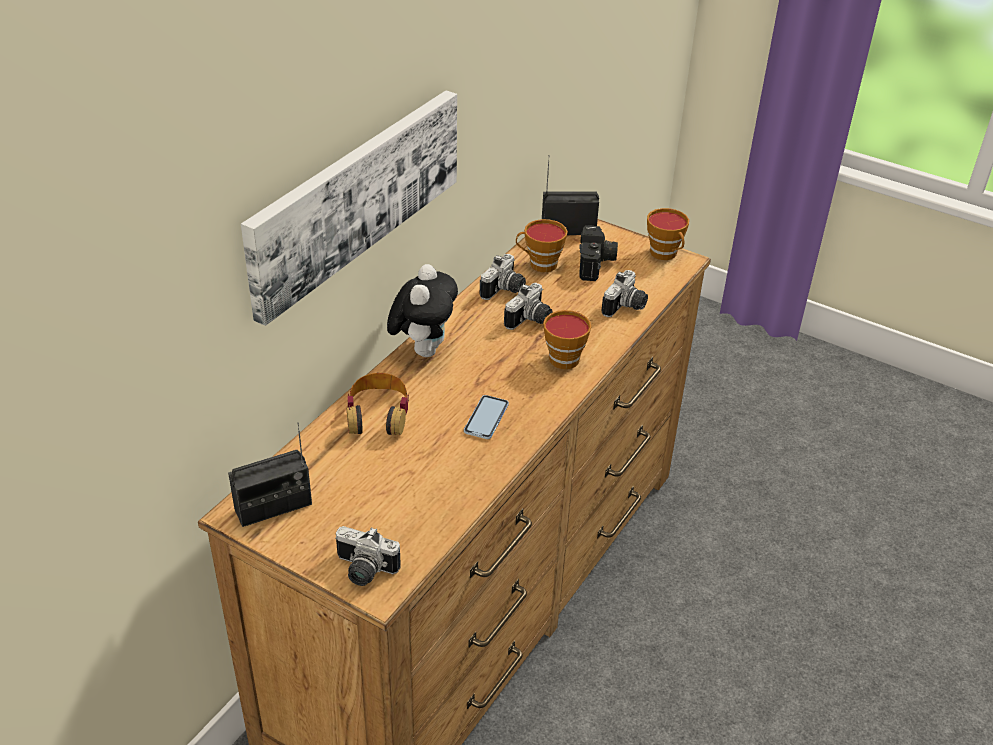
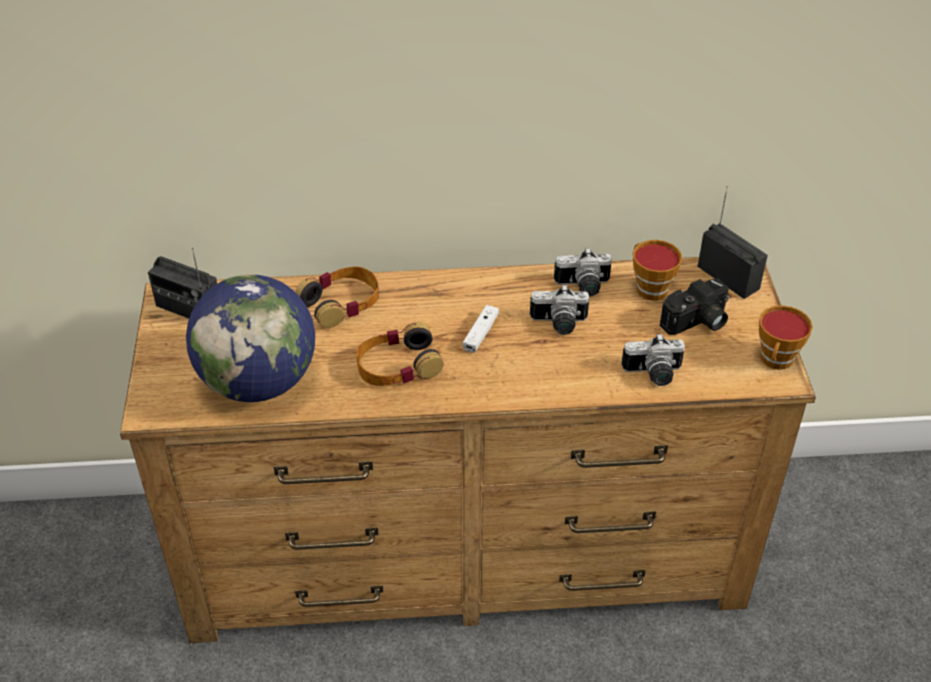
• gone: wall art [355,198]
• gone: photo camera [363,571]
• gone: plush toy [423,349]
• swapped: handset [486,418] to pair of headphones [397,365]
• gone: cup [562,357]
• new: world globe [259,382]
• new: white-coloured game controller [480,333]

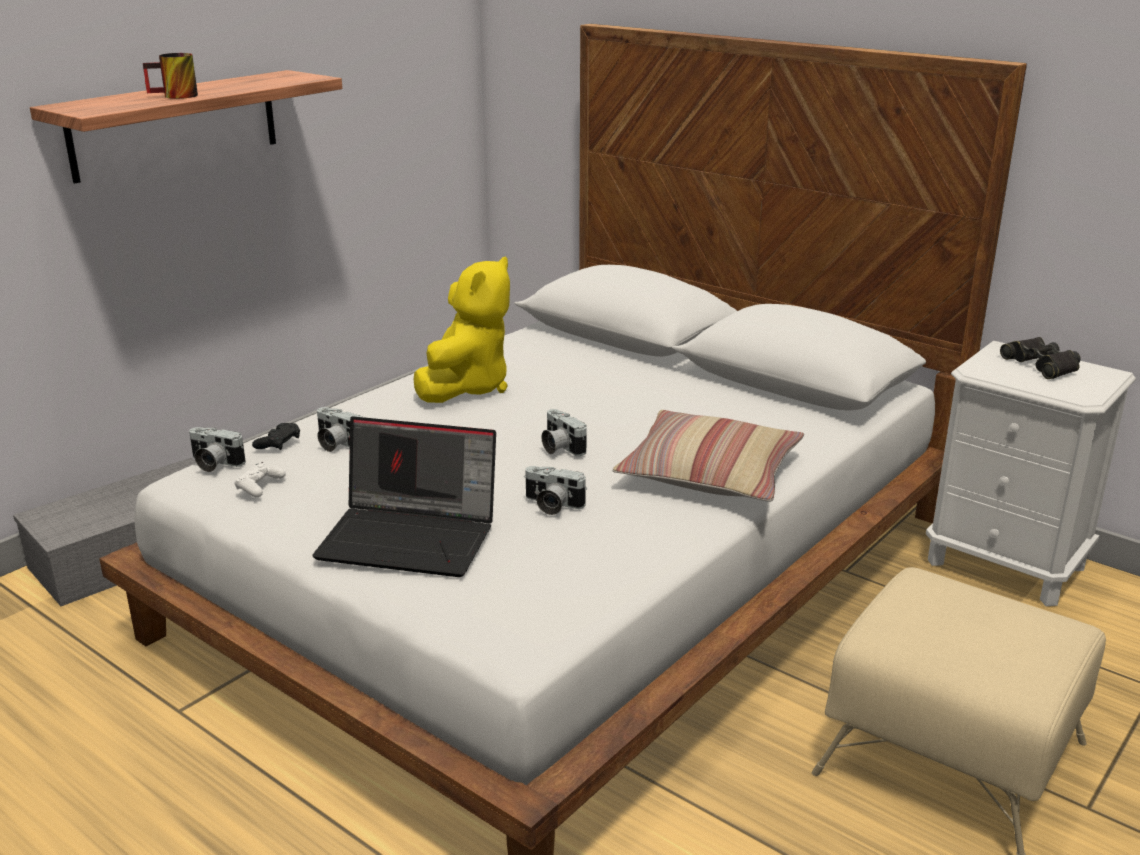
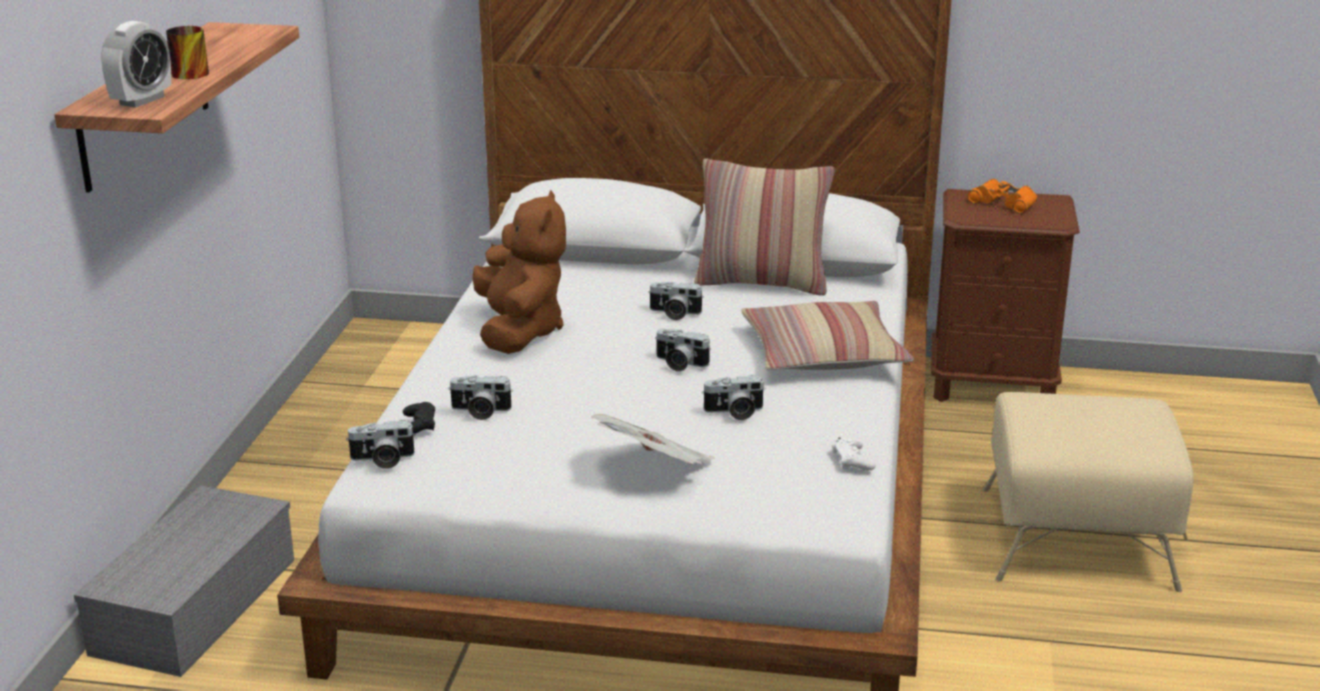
• shifted: white-coloured game controller [259,485] to [852,460]
• swapped: notebook computer [412,537] to newspaper [655,469]
• repainted: yellowish plush toy [466,387] to brownish plush toy [519,332]
• repainted: white-coloured bedside table [1006,565] to brownish bedside table [993,385]
• repainted: blackish field glasses [1041,365] to orangey field glasses [1004,203]
• new: table clock [142,100]
• new: photo camera [674,313]
• new: pillow [762,283]

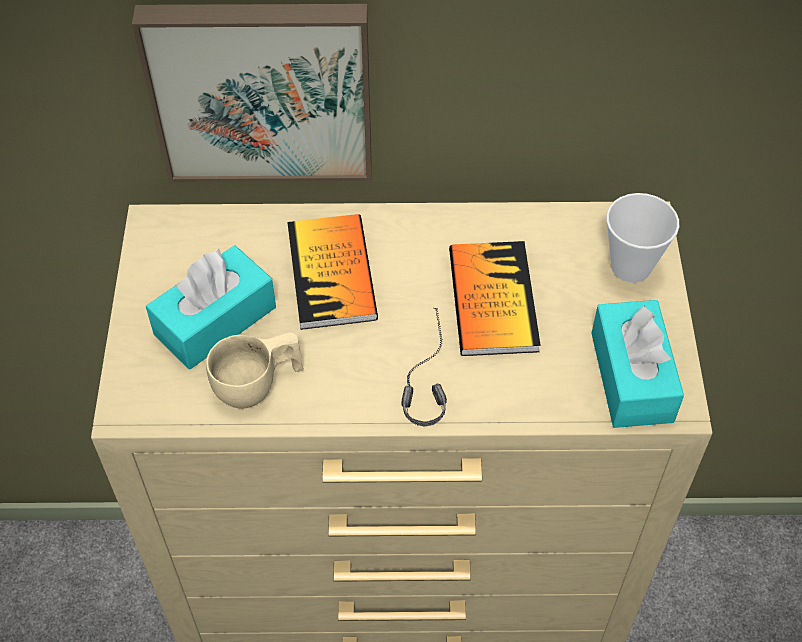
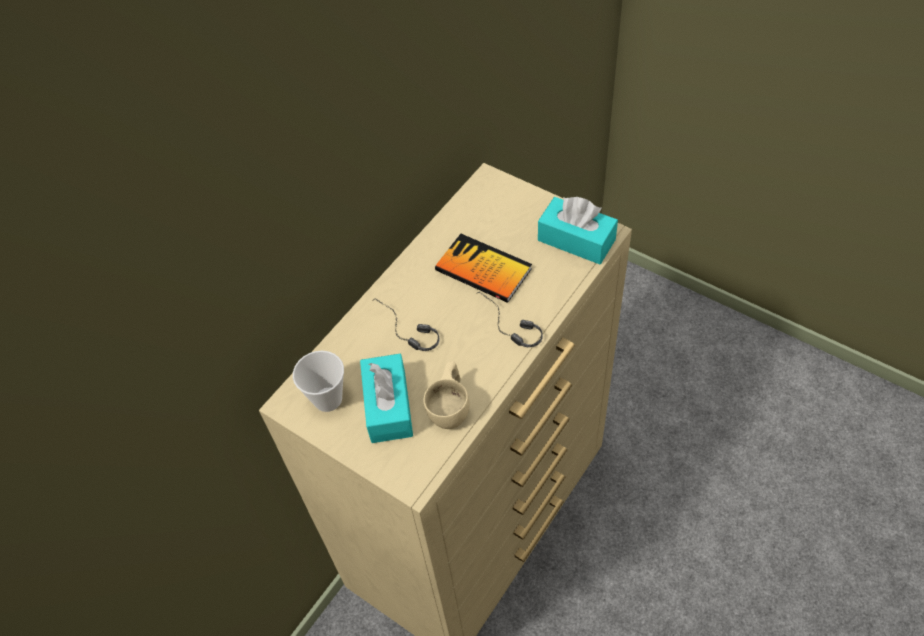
• gone: wall art [262,89]
• swapped: book [332,273] to pair of headphones [403,332]
• shifted: cup [631,267] to [328,399]

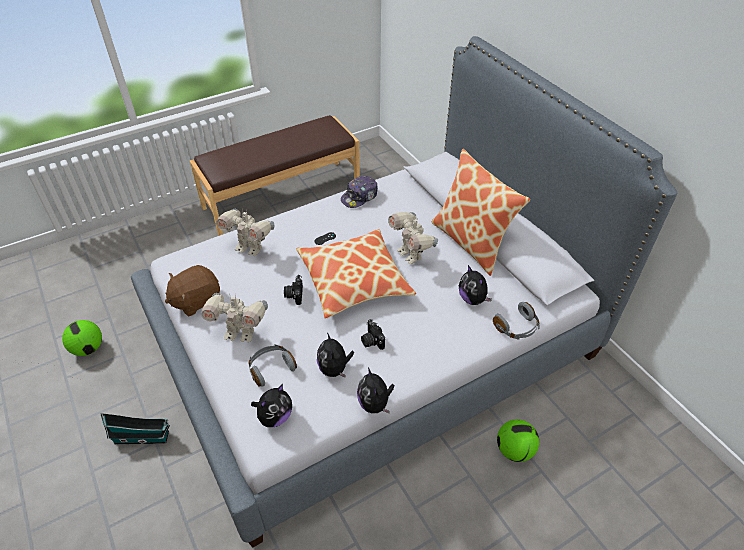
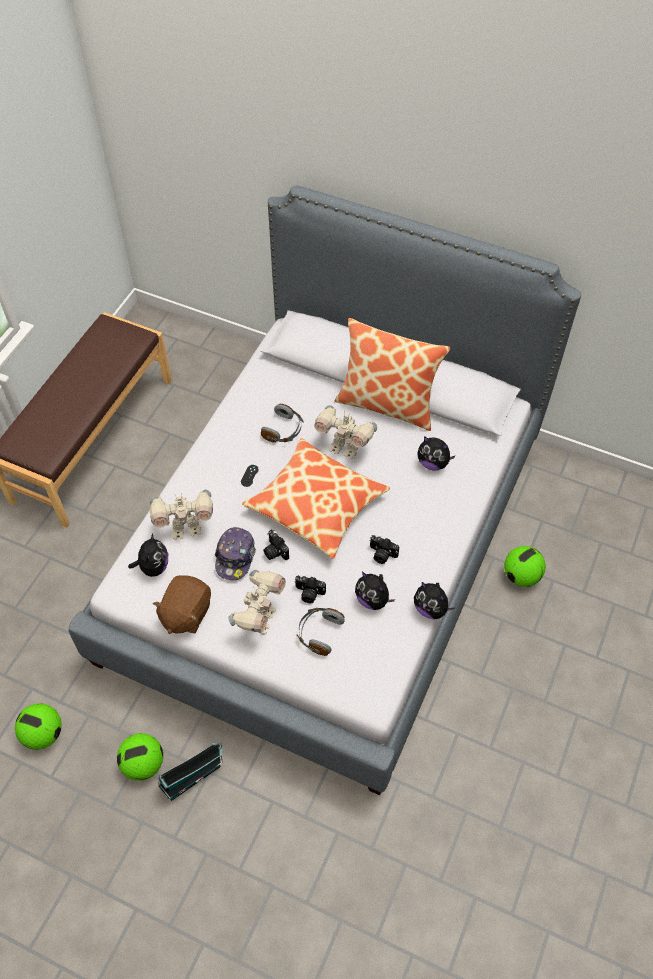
• rotated: robot figure [240,333] = [260,619] 45 degrees counterclockwise
• shifted: plush toy [275,417] to [153,567]
• shifted: baseball cap [360,197] to [235,557]
• shifted: gray pair of headphones [517,327] to [284,430]
• new: football [143,764]
• new: photo camera [309,593]

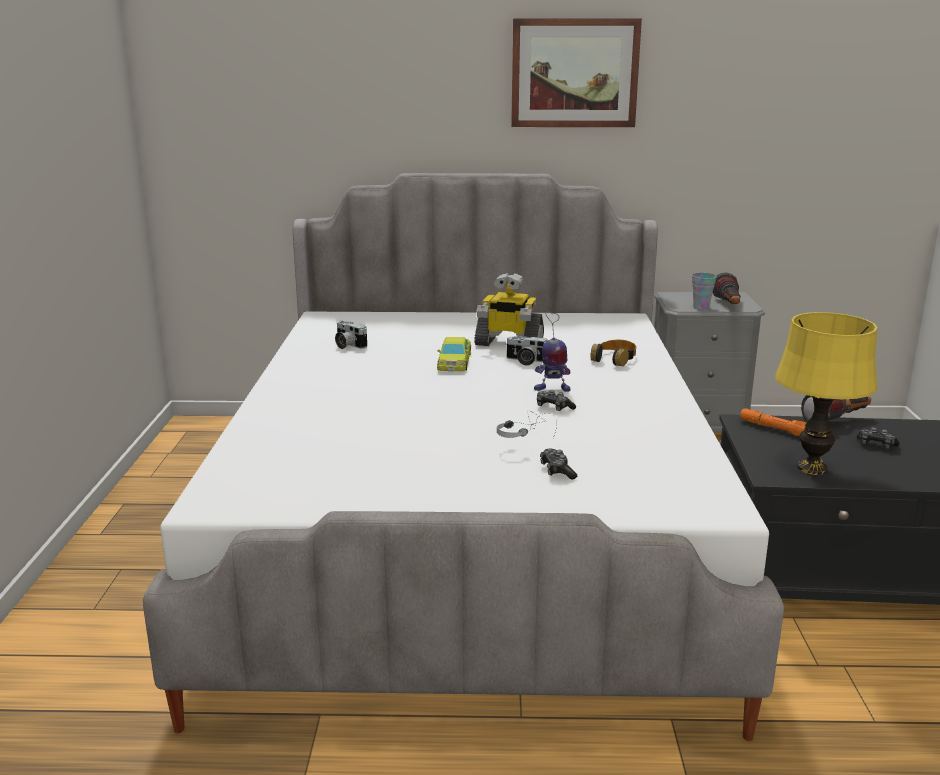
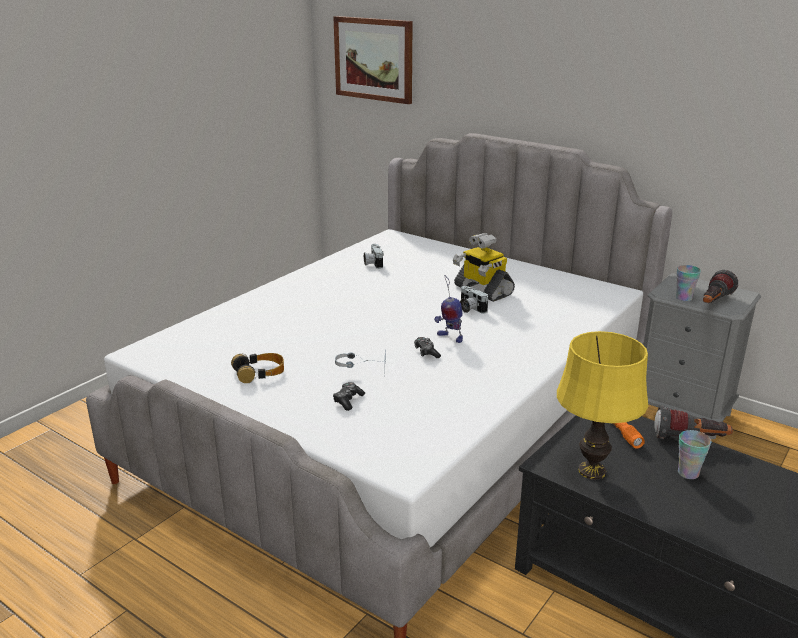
• gone: yellowish toy car [454,361]
• shifted: wall art [574,73] to [374,59]
• shifted: pair of headphones [614,359] to [259,372]
• swapped: game controller [876,445] to cup [688,473]

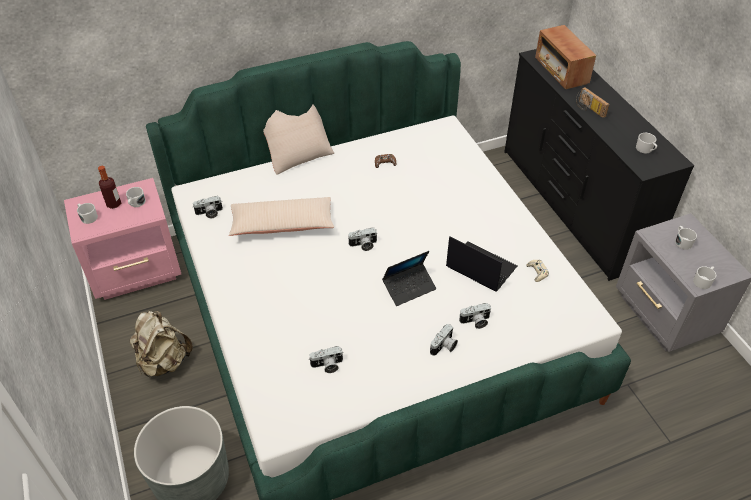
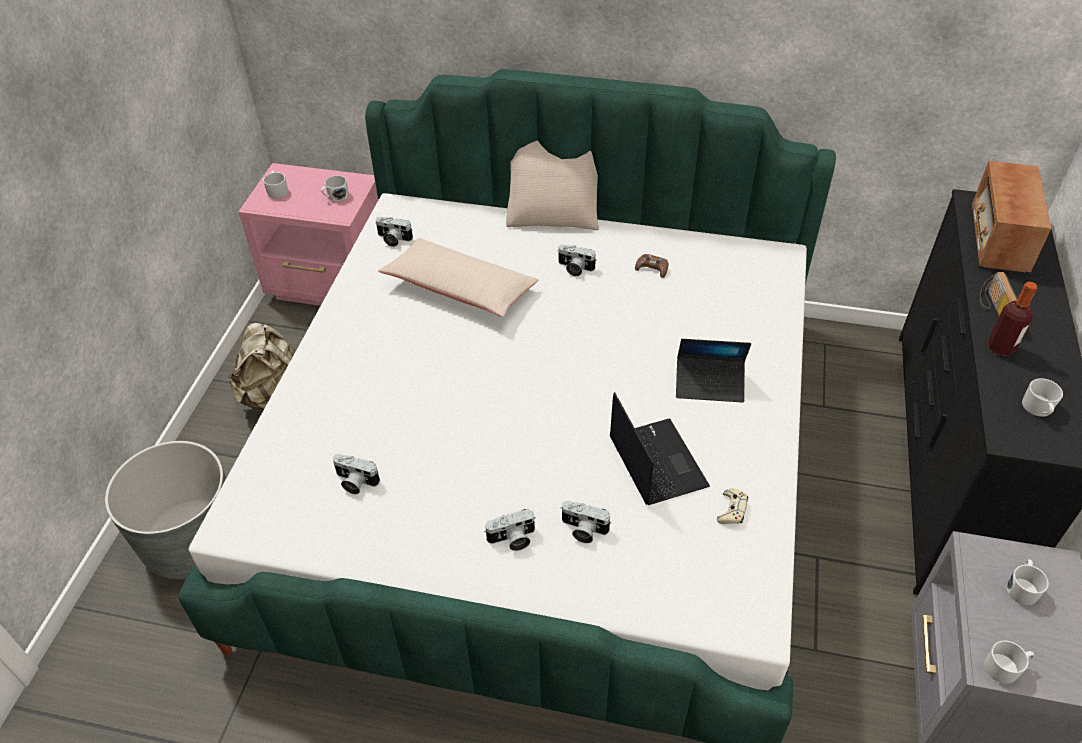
• shifted: beverage bottle [114,204] to [1000,348]
• shifted: photo camera [363,245] to [575,268]
• shifted: notebook computer [409,287] to [709,384]

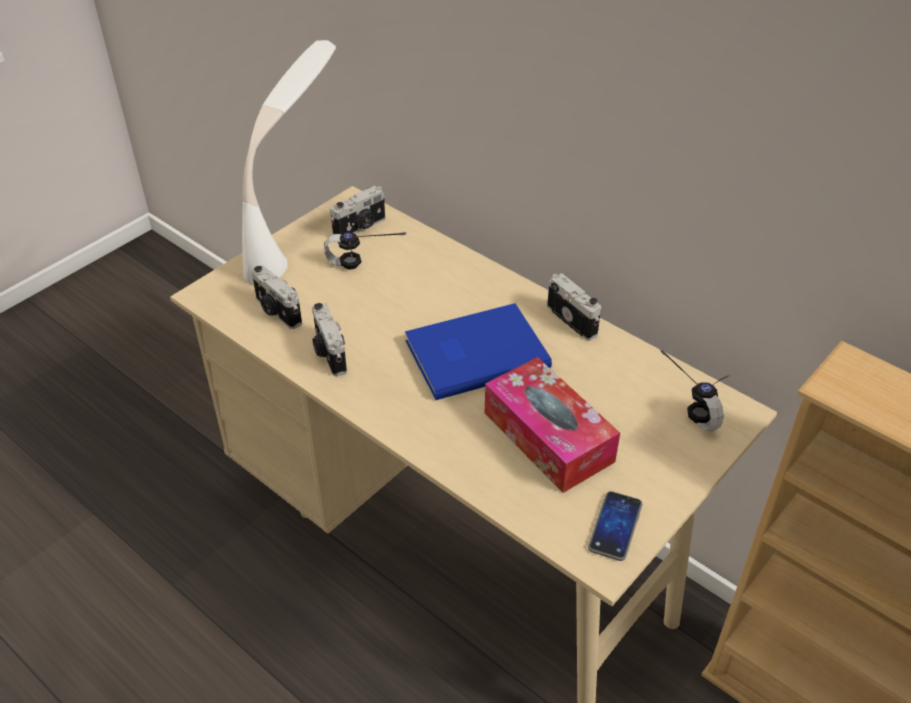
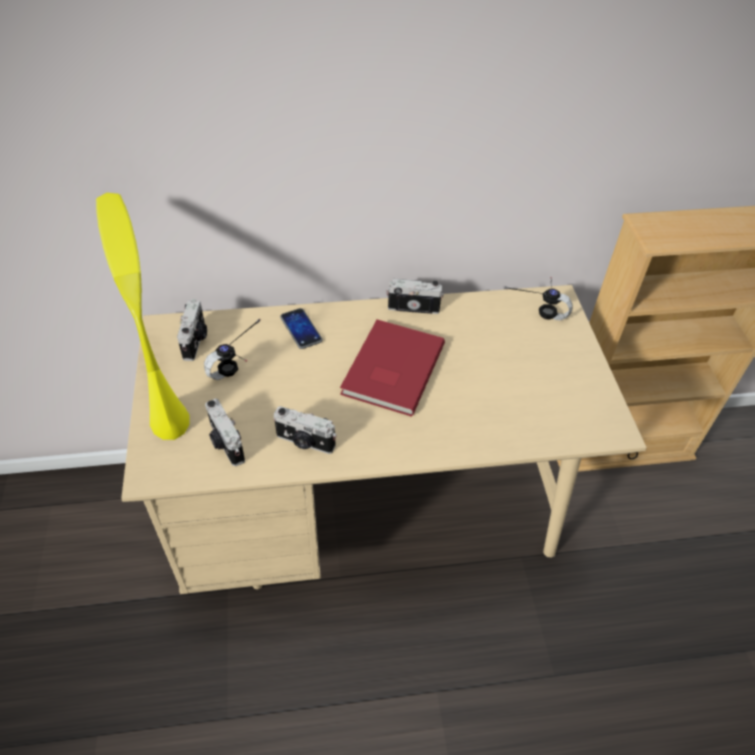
• repainted: white-coloured lamp for a table [299,238] to yellowish lamp for a table [160,379]
• rotated: photo camera [277,312] = [225,443] 60 degrees clockwise
• repainted: bluish book [473,353] to red-coloured book [390,369]
• gone: tissue box [548,437]
• shifted: handset [615,526] to [301,329]

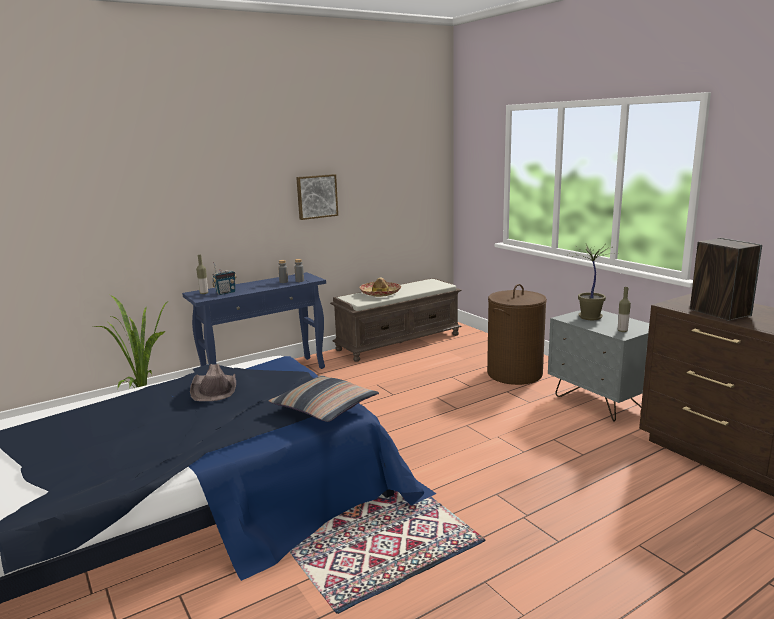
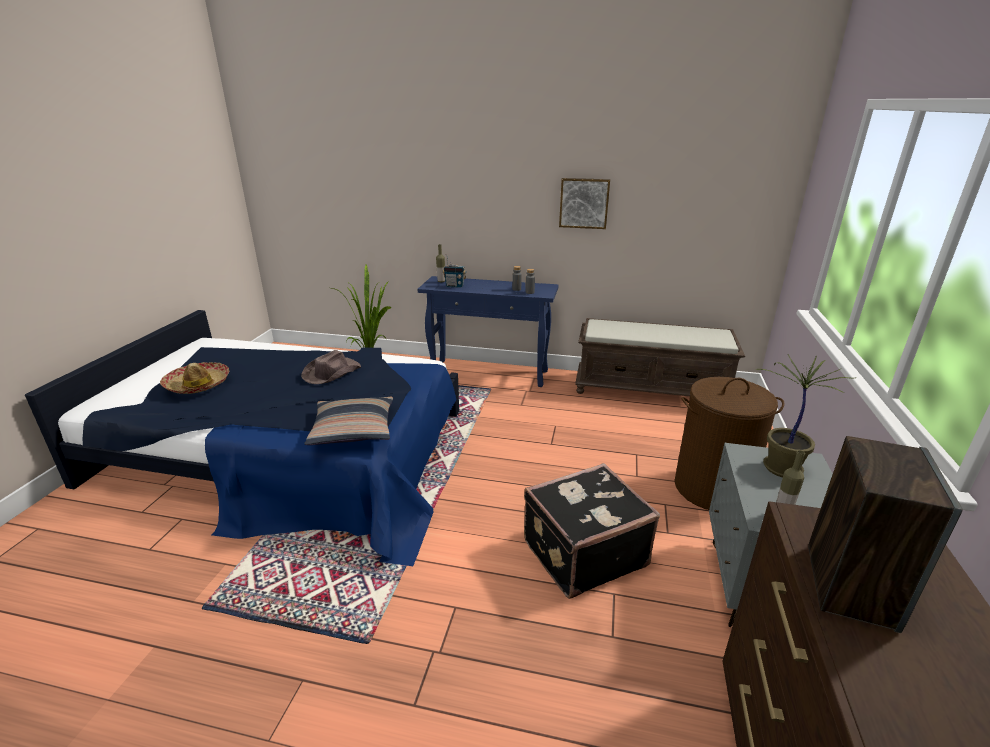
• shifted: clothing hat [380,293] to [197,385]
• new: blackish piece of luggage [582,552]

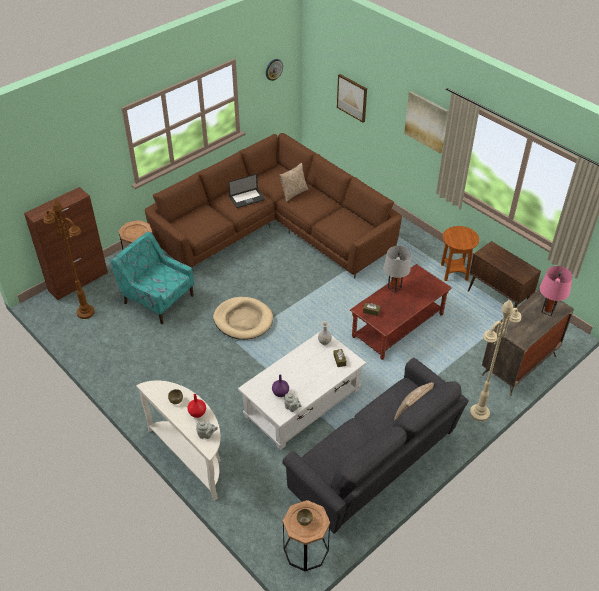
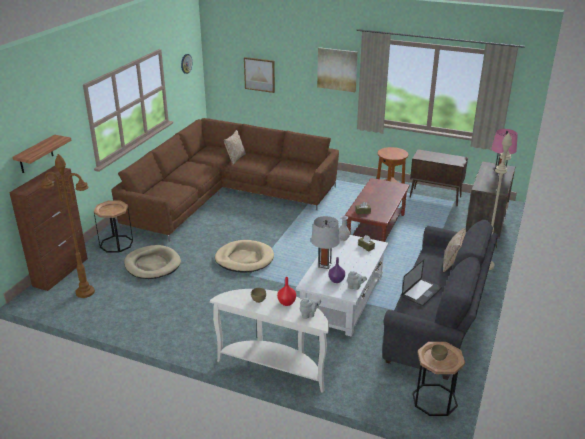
• swapped: turquoise easy chair [158,299] to beige pet bed [152,264]
• shifted: notebook computer [247,199] to [421,292]
• shifted: gray lamp for a table [394,287] to [324,265]
• new: bracket shelf [36,154]

